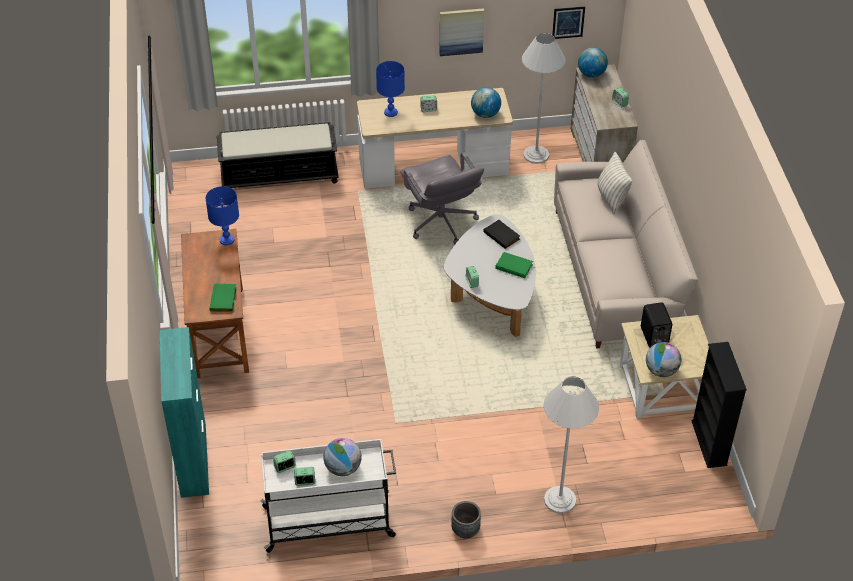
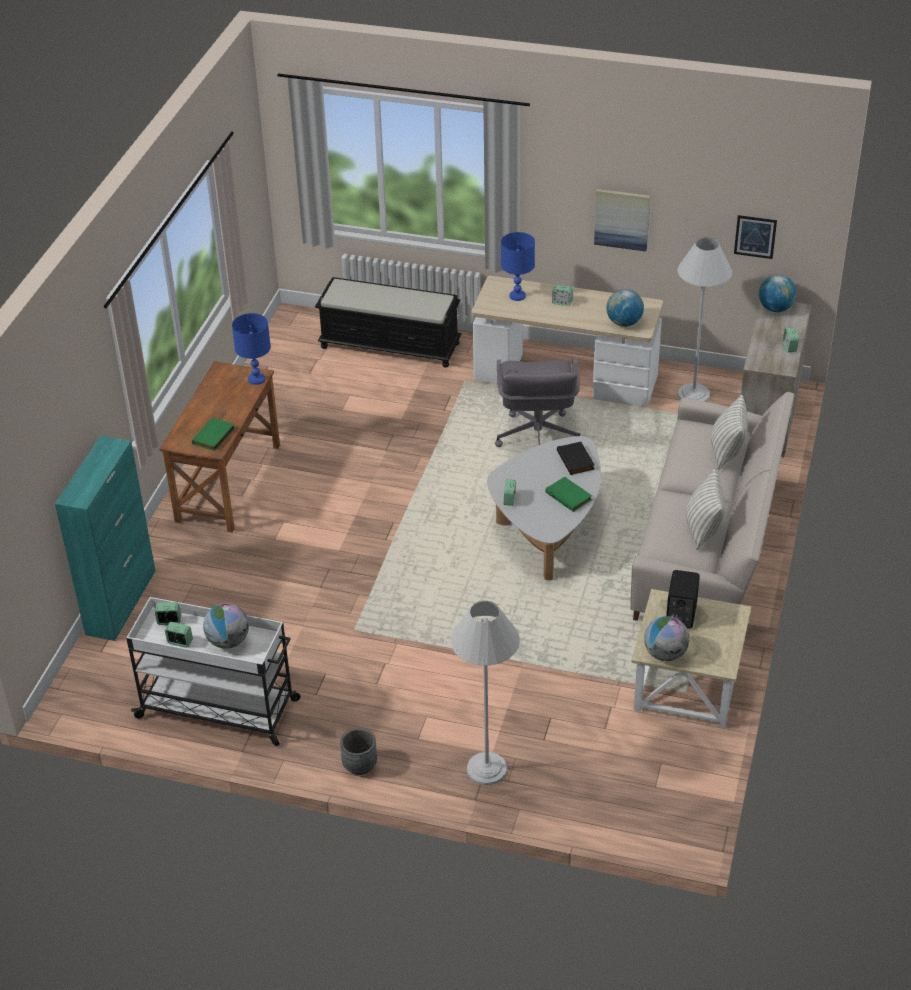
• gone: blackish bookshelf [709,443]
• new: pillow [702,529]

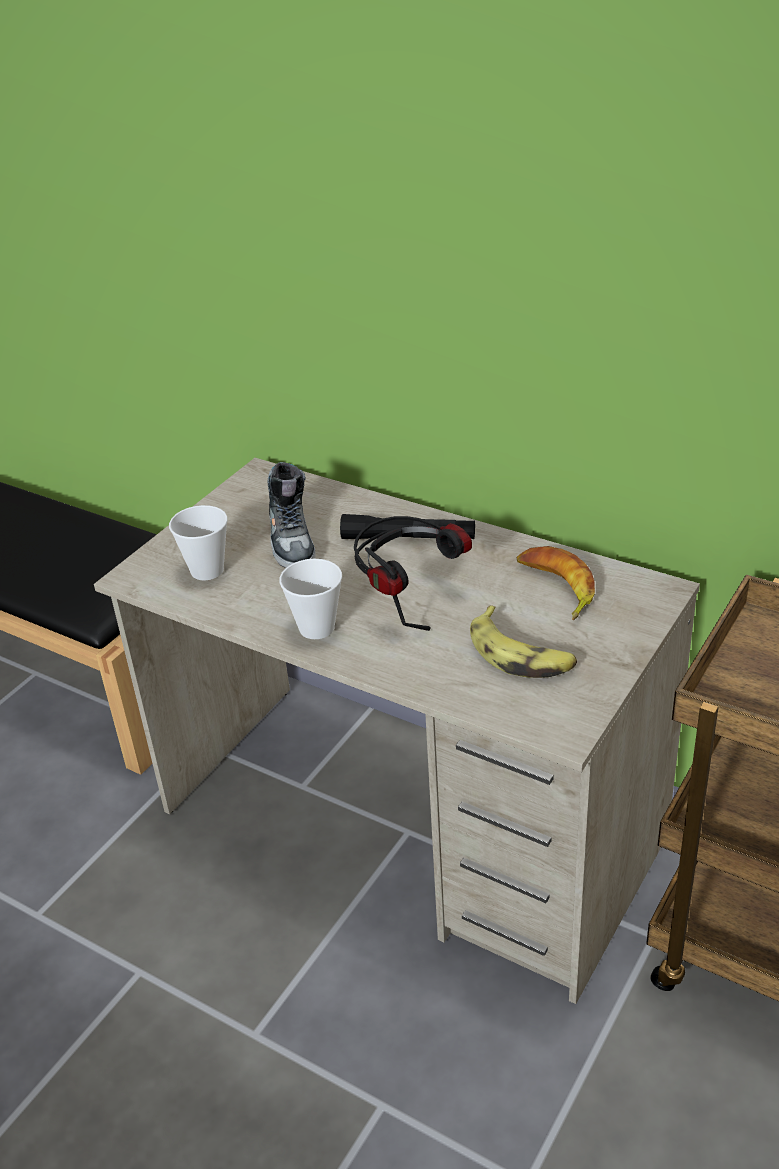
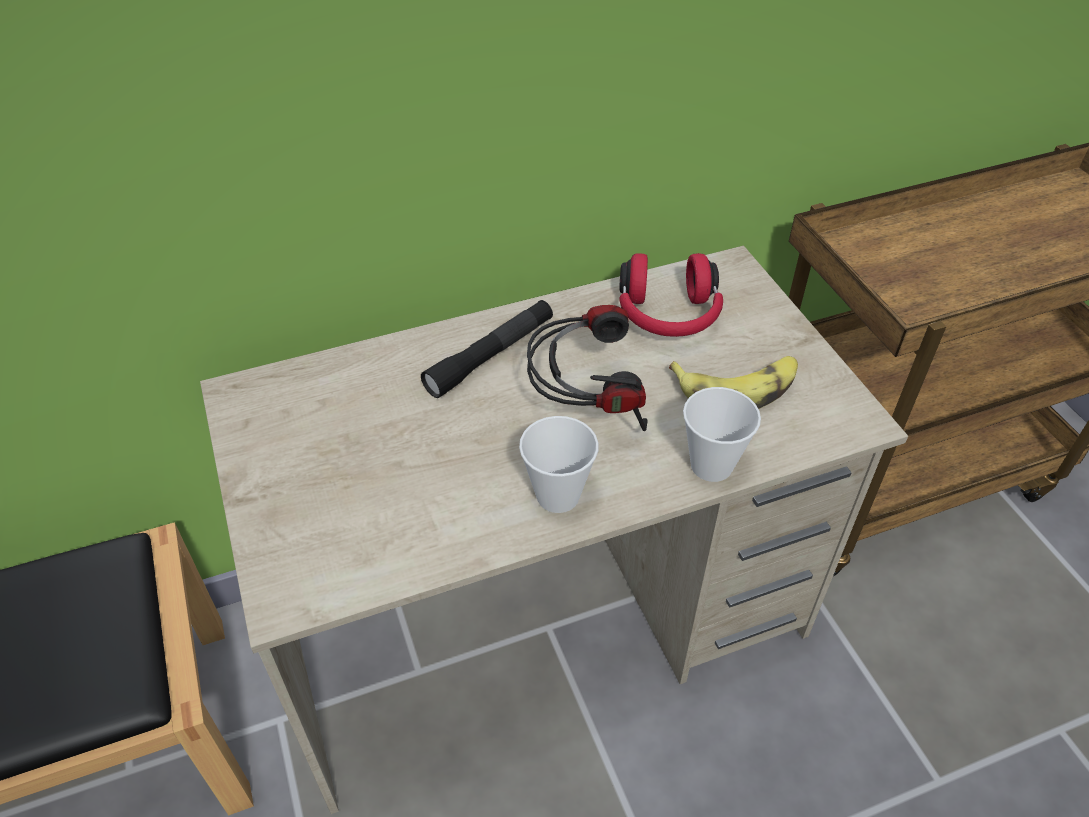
• shifted: cup [207,570] to [711,465]
• gone: item of footwear [292,540]
• swapped: banana [555,588] to red-coloured pair of headphones [668,316]

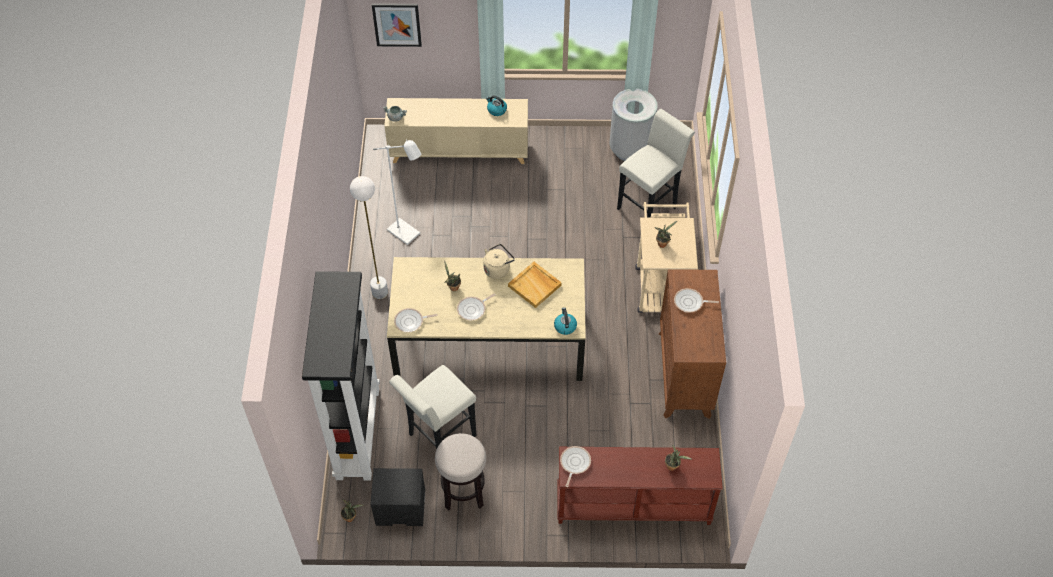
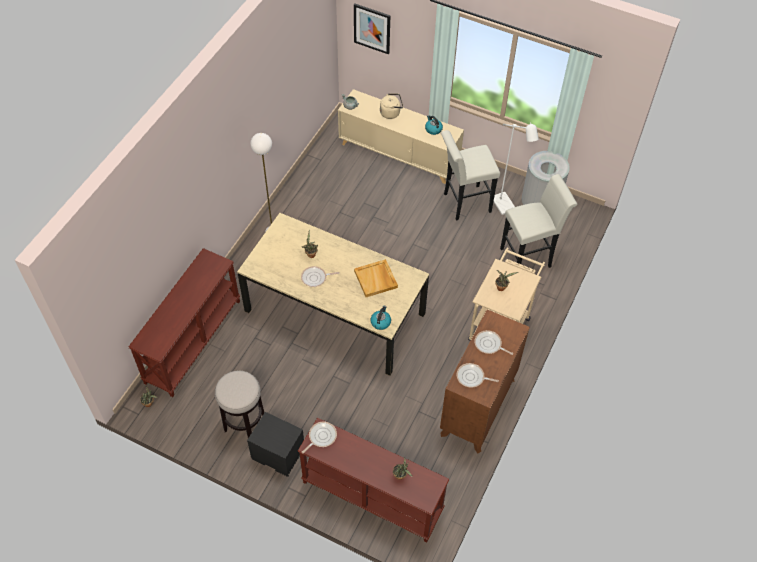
• swapped: blackish bookshelf [357,432] to brownish narrow table [192,340]
• shifted: blackish bedside table [400,509] to [277,454]
• shifted: white-coloured standard lamp [408,235] to [505,207]
• shifted: white-coloured stool [438,438] to [463,203]
• shifted: frying pan [411,322] to [472,377]
• shifted: beige water kettle [498,269] to [391,113]

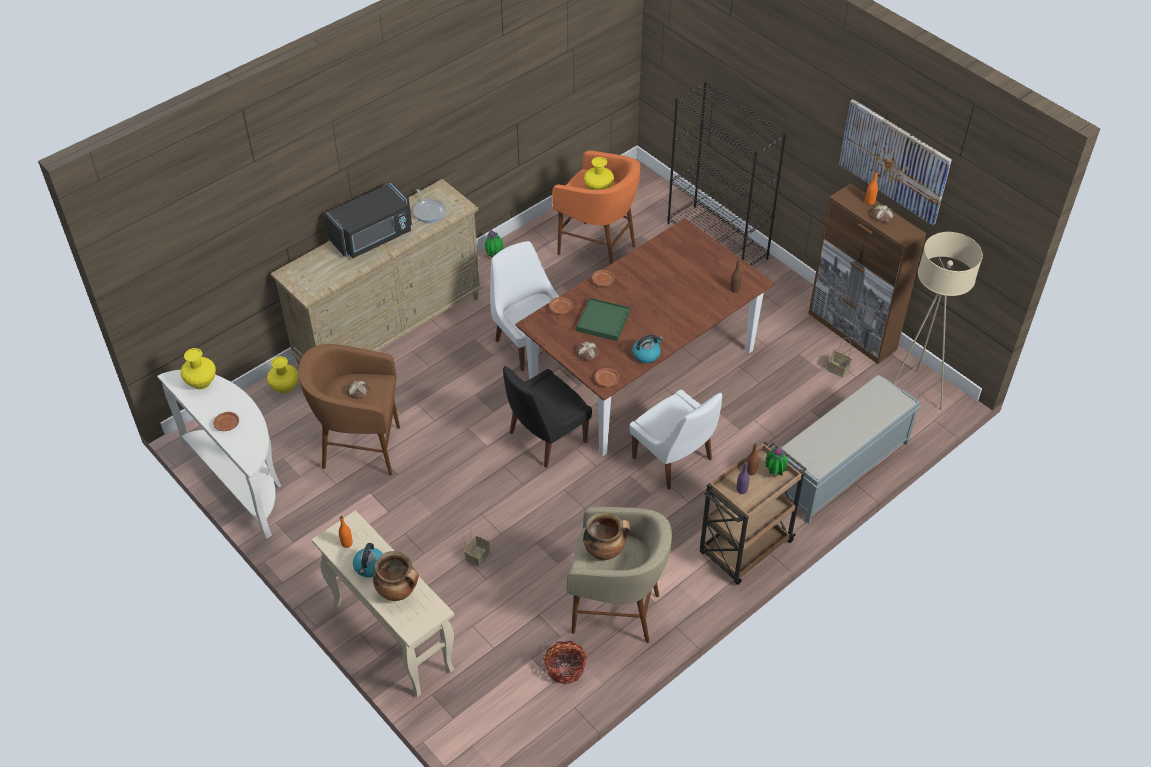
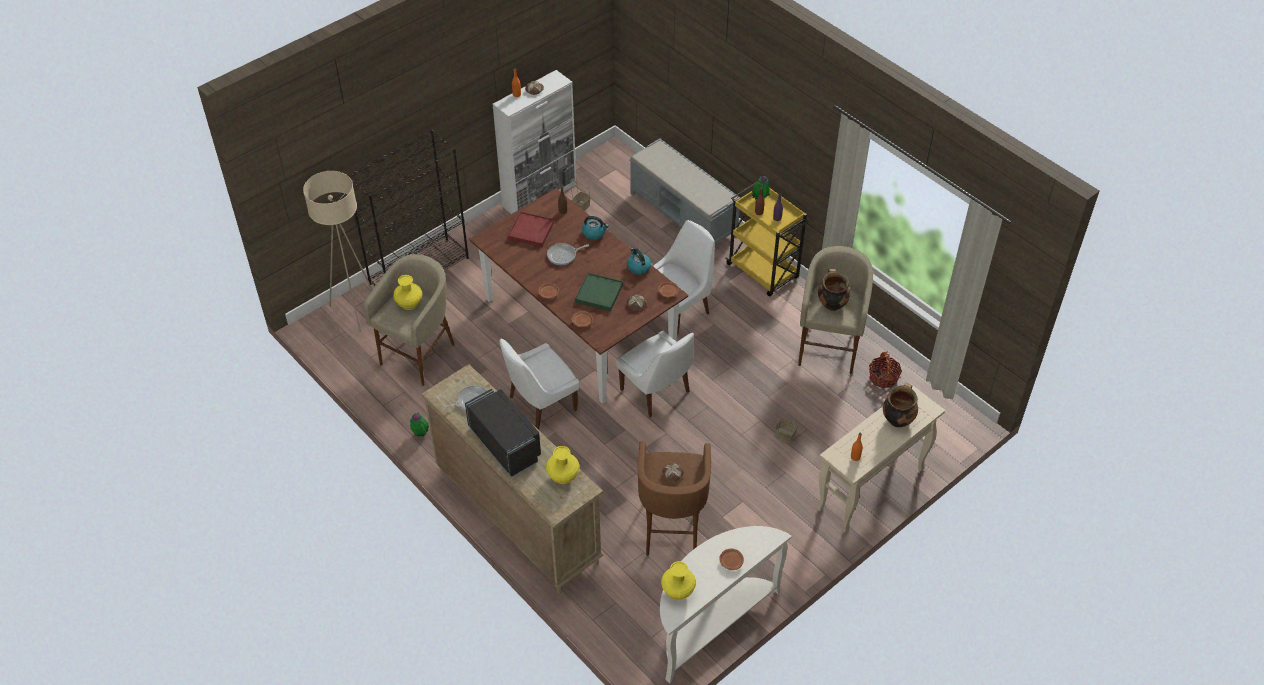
• shifted: yellowish decorative vase [285,387] to [562,477]
• shifted: water kettle [369,567] to [594,233]
• repainted: blackish plain chair [545,438] to white-coloured plain chair [656,392]
• repainted: orangey stool [597,249] to beige stool [419,355]
• repainted: brownish trolley [744,549] to yellowish trolley [763,272]
• repainted: brownish cabinet [852,332] to white-coloured cabinet [540,195]
• gone: wall art [894,161]
• shifted: beige standard lamp [913,393] to [355,312]
• new: red-coloured carrying tray [531,231]
• new: frying pan [563,255]

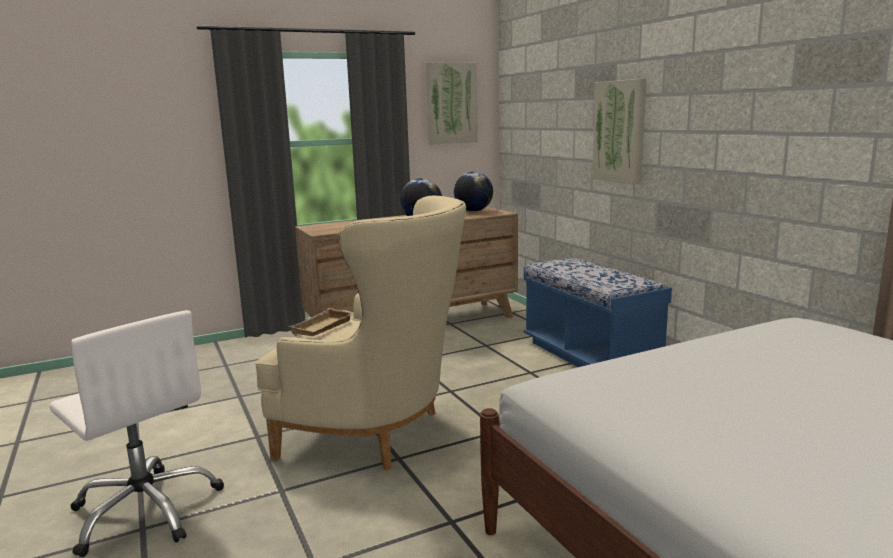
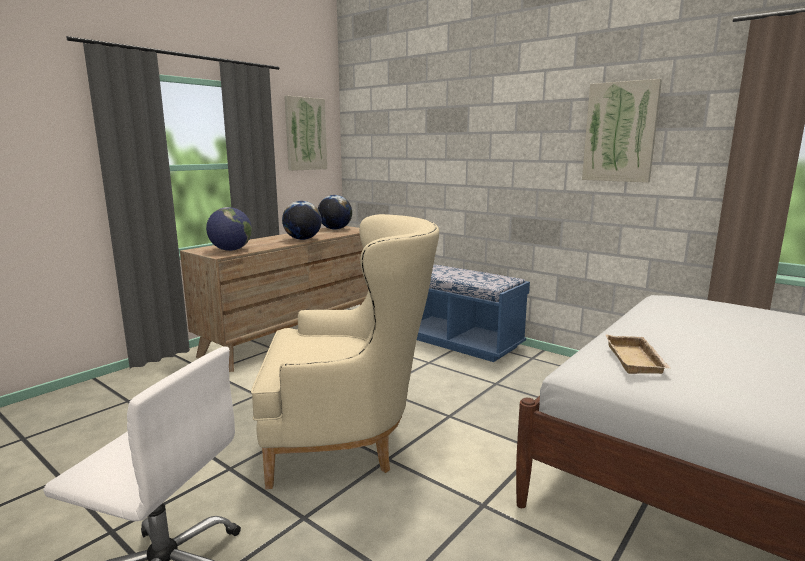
• shifted: beige carrying tray [323,327] to [637,360]
• shifted: wall art [620,131] to [620,132]
• new: world globe [231,250]

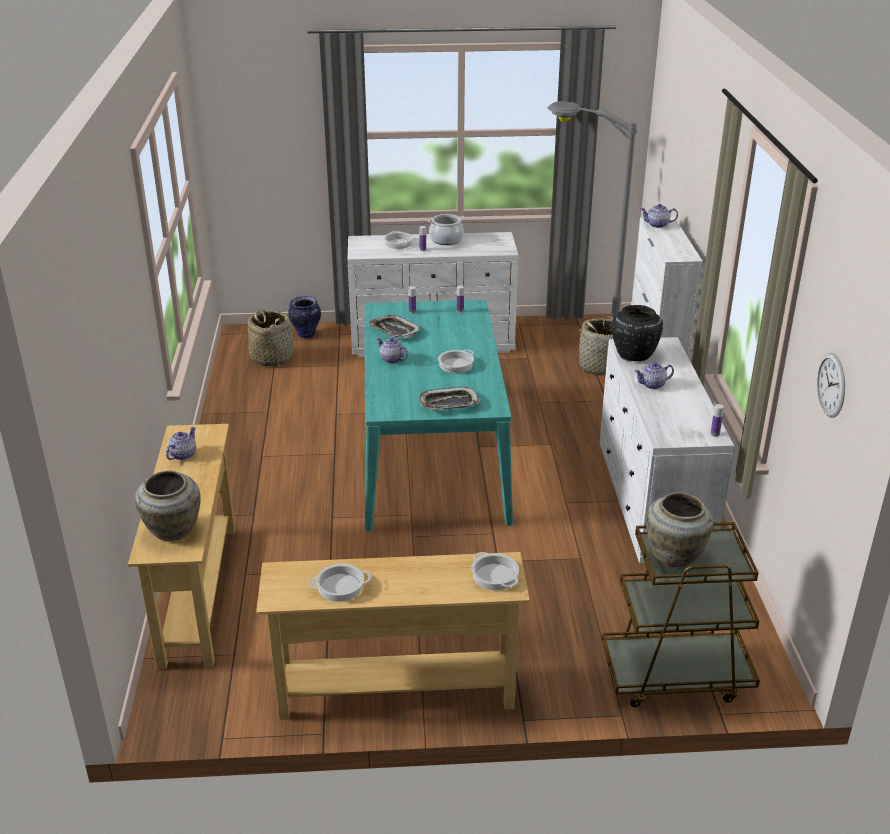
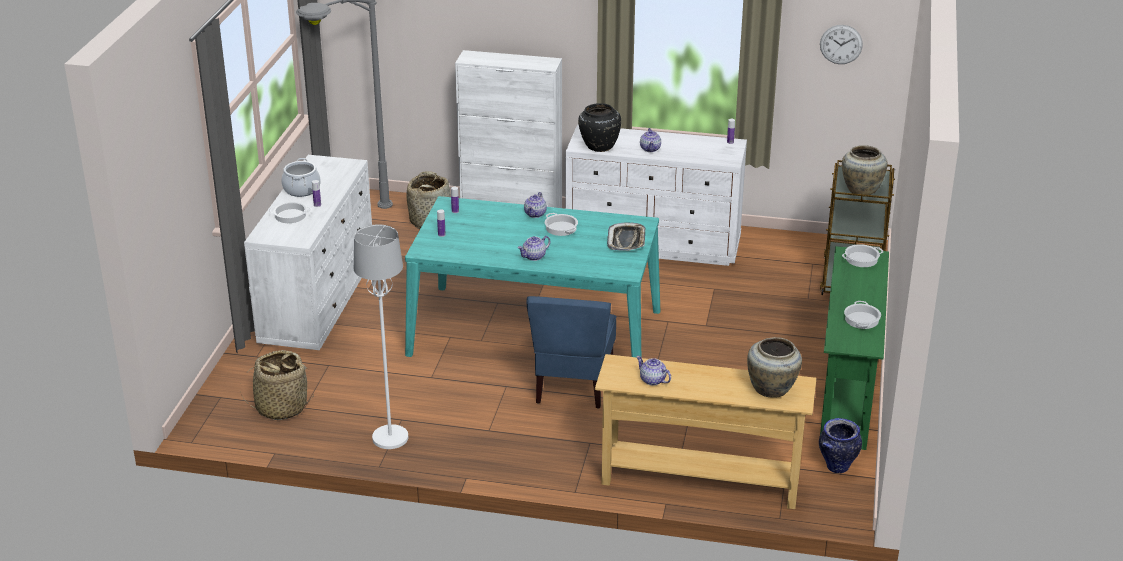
• repainted: beige narrow table [396,693] to green-coloured narrow table [847,393]
• shifted: decorative vase [306,335] to [837,467]
• gone: carrying tray [394,330]
• shifted: pot for tea [658,225] to [535,214]
• new: white-coloured standard lamp [390,438]
• new: bluish plain chair [573,385]

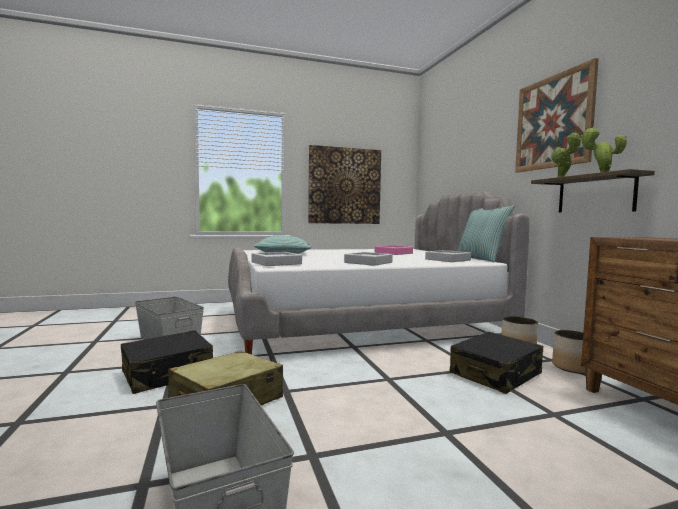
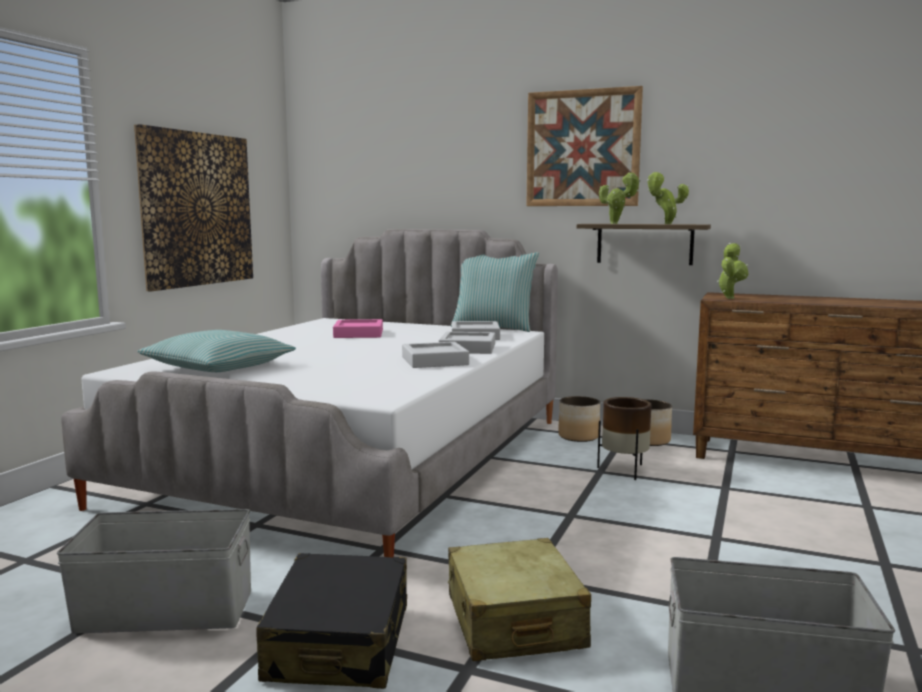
• shifted: gray carrying tray [276,263] to [467,348]
• swapped: blackish piece of luggage [495,374] to brownish plant pot [624,470]
• new: plant in a pot [729,298]

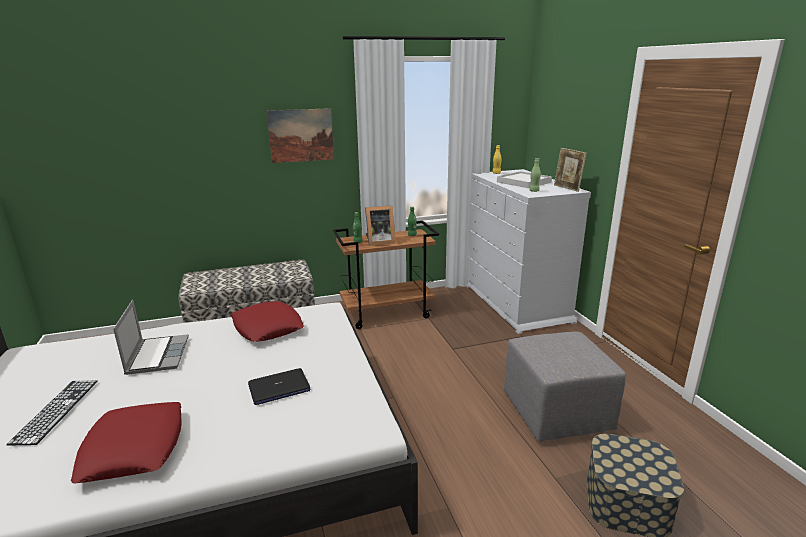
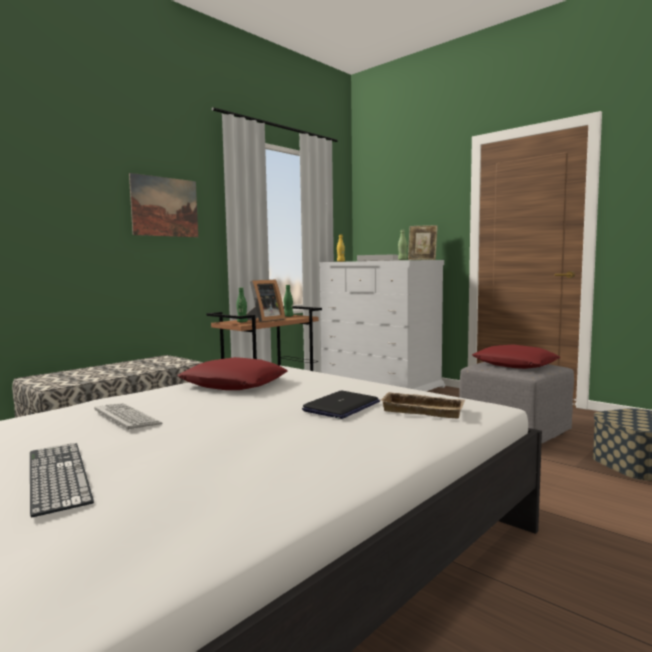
• shifted: red-coloured pillow [134,448] to [514,364]
• swapped: notebook computer [157,355] to PC keyboard [127,417]
• new: beige carrying tray [424,410]

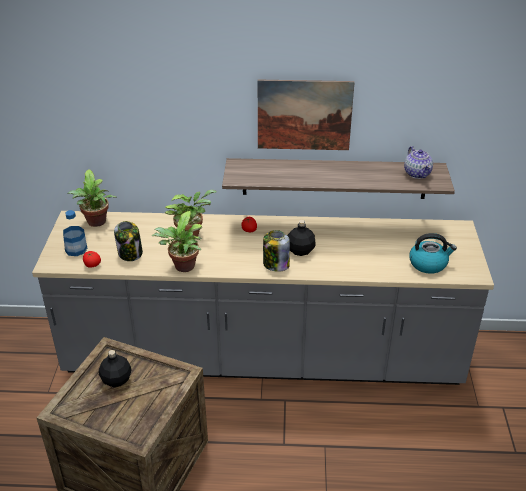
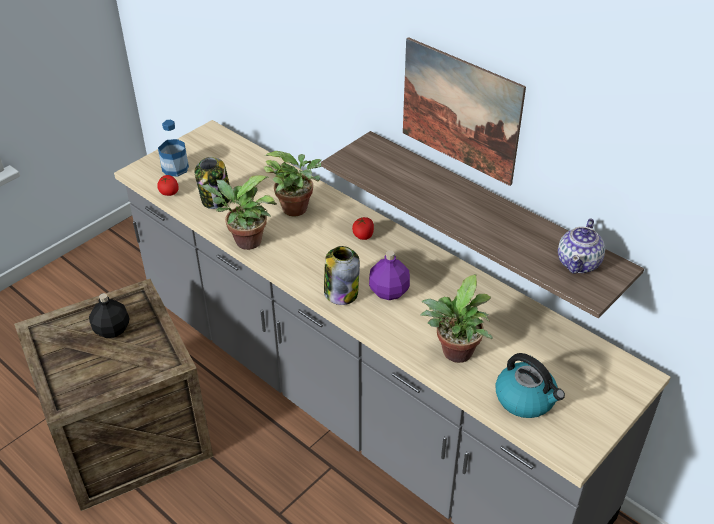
• shifted: plant in a pot [96,223] to [455,354]
• repainted: blackish beverage bottle [300,250] to purplish beverage bottle [389,291]

